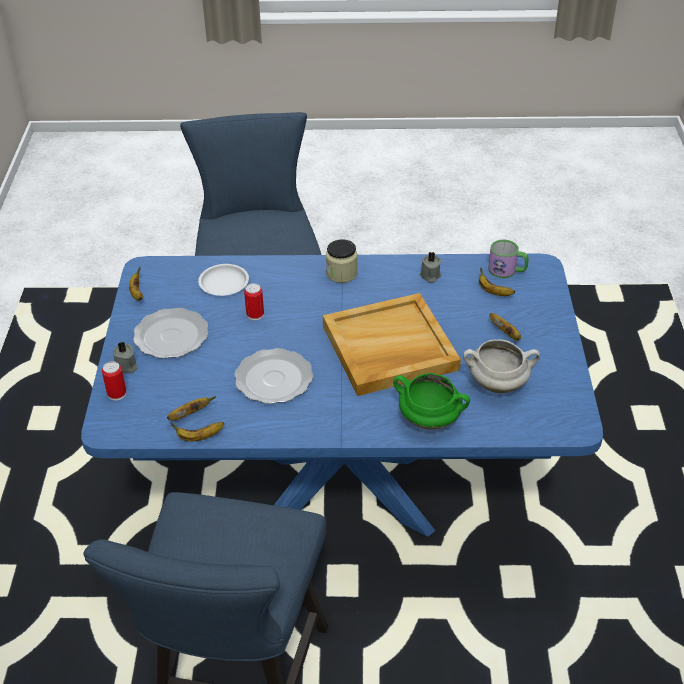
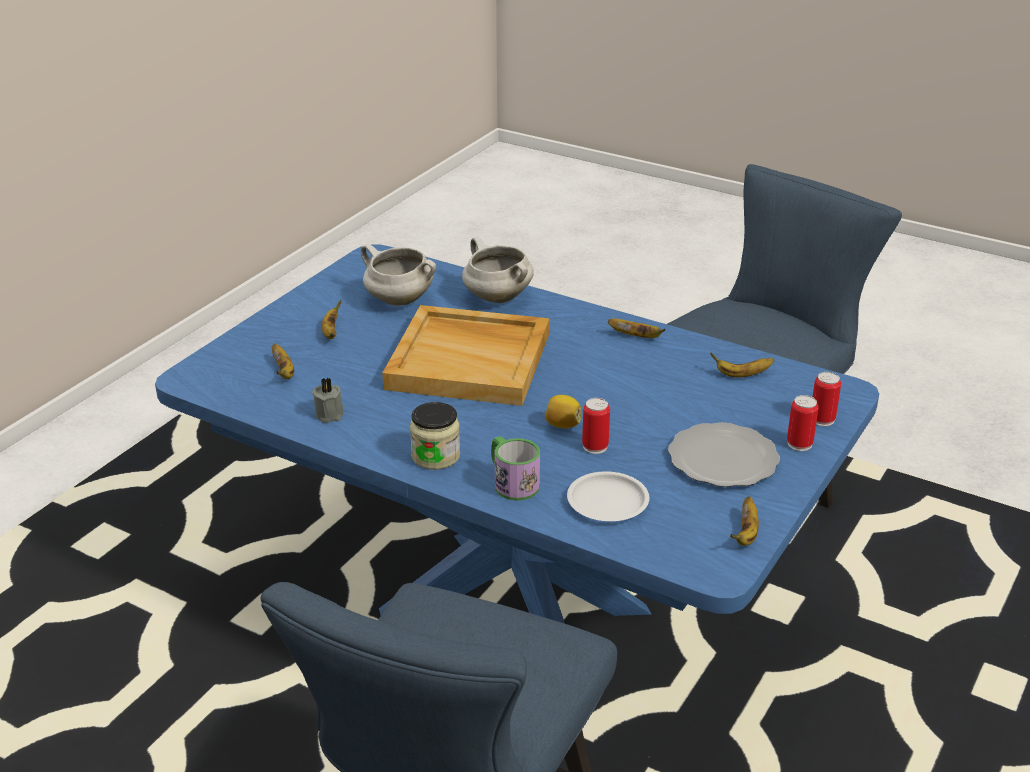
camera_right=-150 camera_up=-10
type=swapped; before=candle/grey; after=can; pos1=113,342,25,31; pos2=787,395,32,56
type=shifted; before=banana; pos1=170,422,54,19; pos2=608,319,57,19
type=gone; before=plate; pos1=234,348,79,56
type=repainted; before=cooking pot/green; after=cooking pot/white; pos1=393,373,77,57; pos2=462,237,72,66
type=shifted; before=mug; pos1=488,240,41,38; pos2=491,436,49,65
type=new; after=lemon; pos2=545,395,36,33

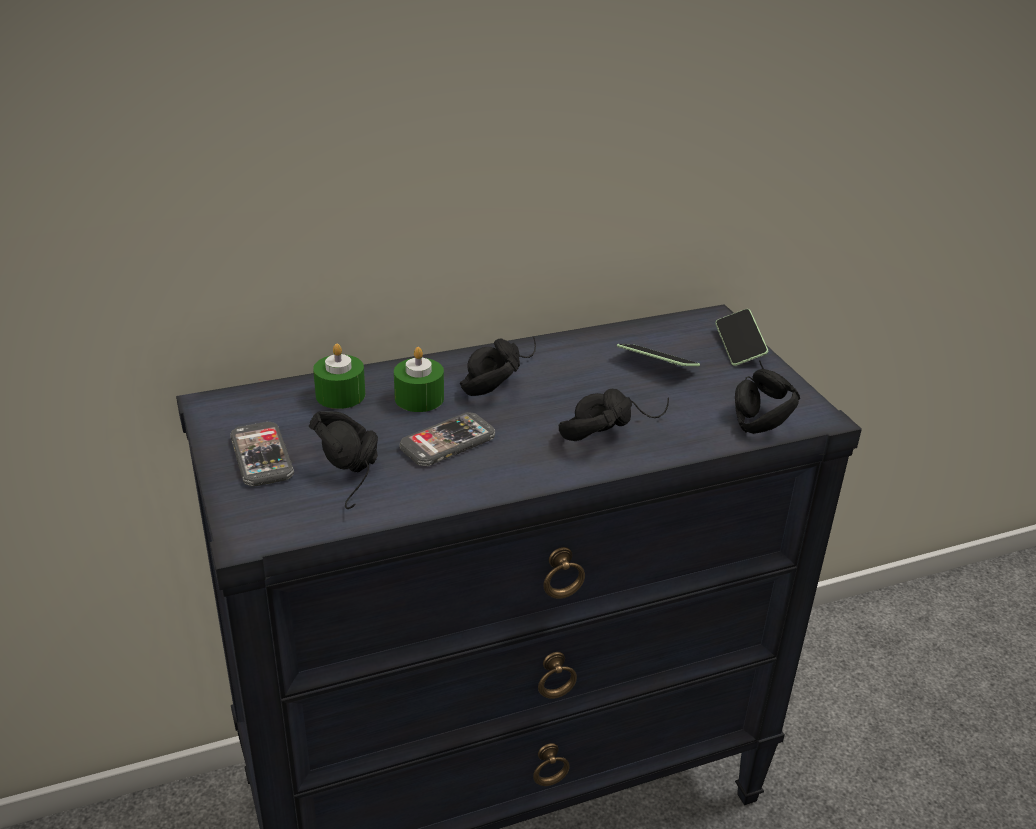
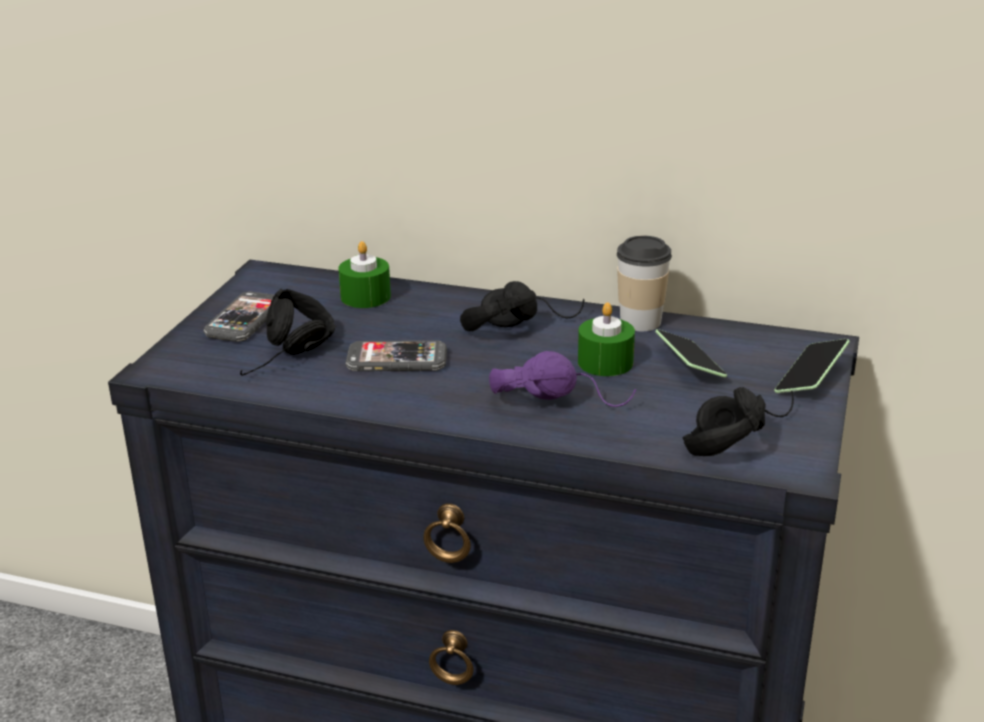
camera_right=40 camera_up=-5
type=shifted; before=candle/green; pos1=394,347,50,65; pos2=578,302,57,74
type=repainted; before=headphones/black; after=headphones/purple; pos1=559,389,110,52; pos2=489,351,147,56
type=new; after=cup; pos2=617,236,55,95

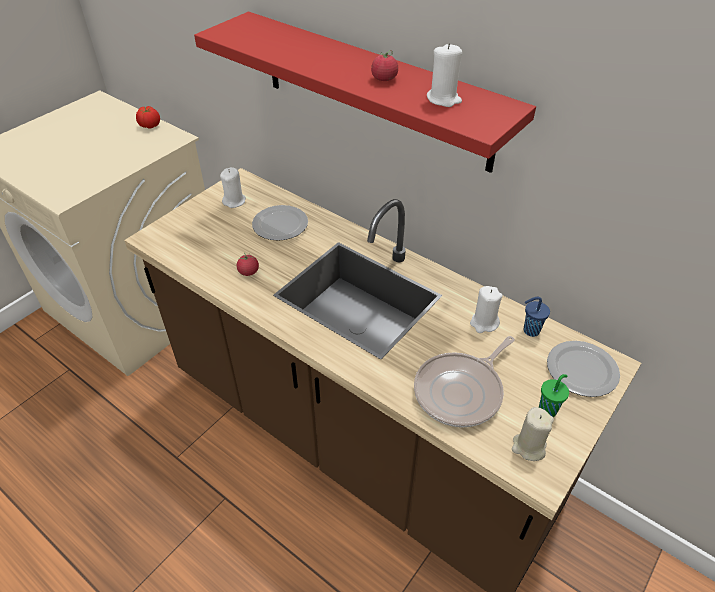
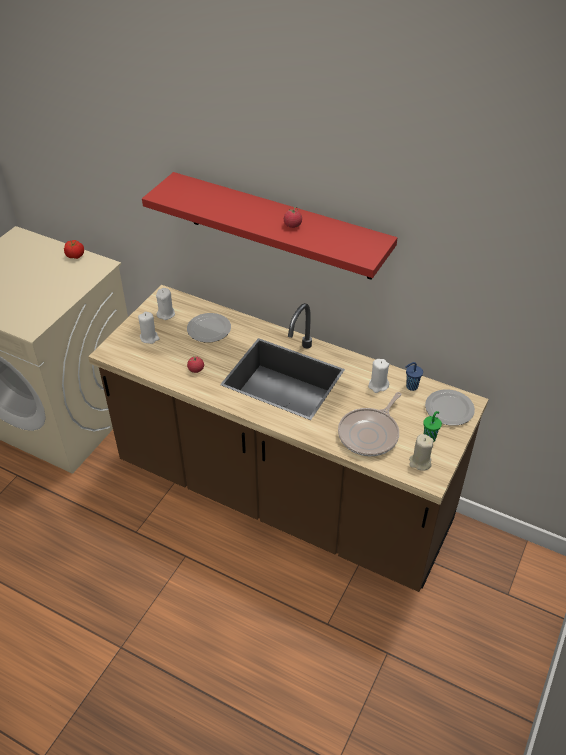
camera_right=-10 camera_up=0
type=shifted; before=candle/white; pos1=427,43,35,64; pos2=138,312,22,32

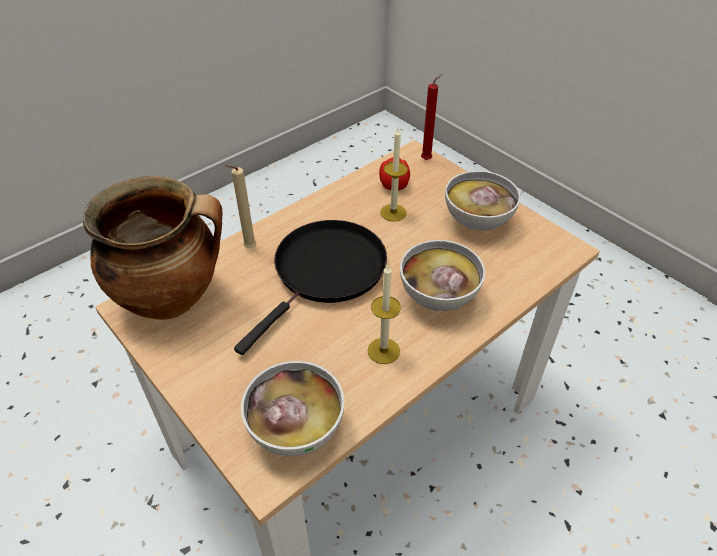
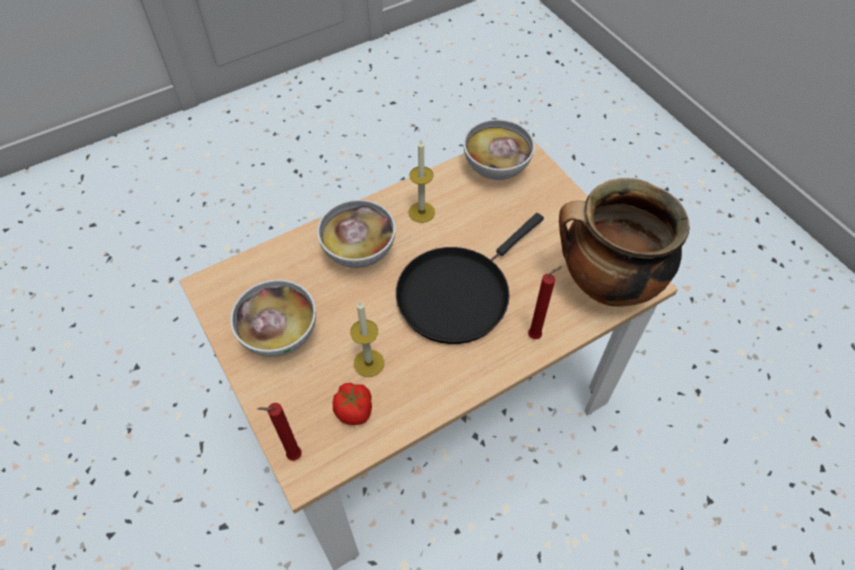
camera_right=-170 camera_up=10
type=repainted; before=candle/beige; after=candle/red; pos1=224,165,33,83; pos2=528,266,34,73

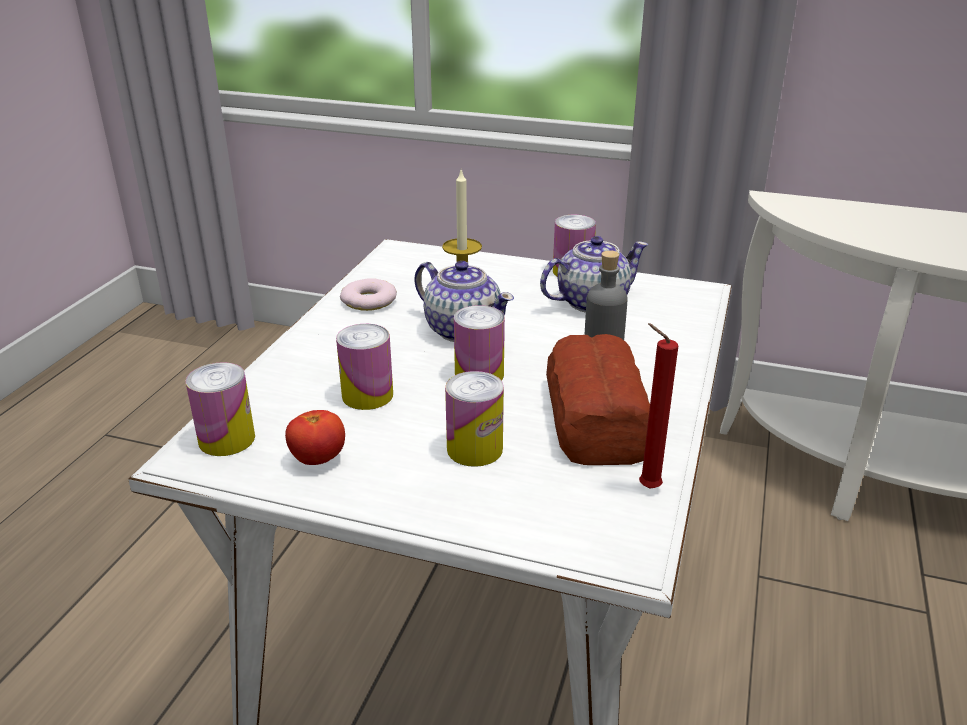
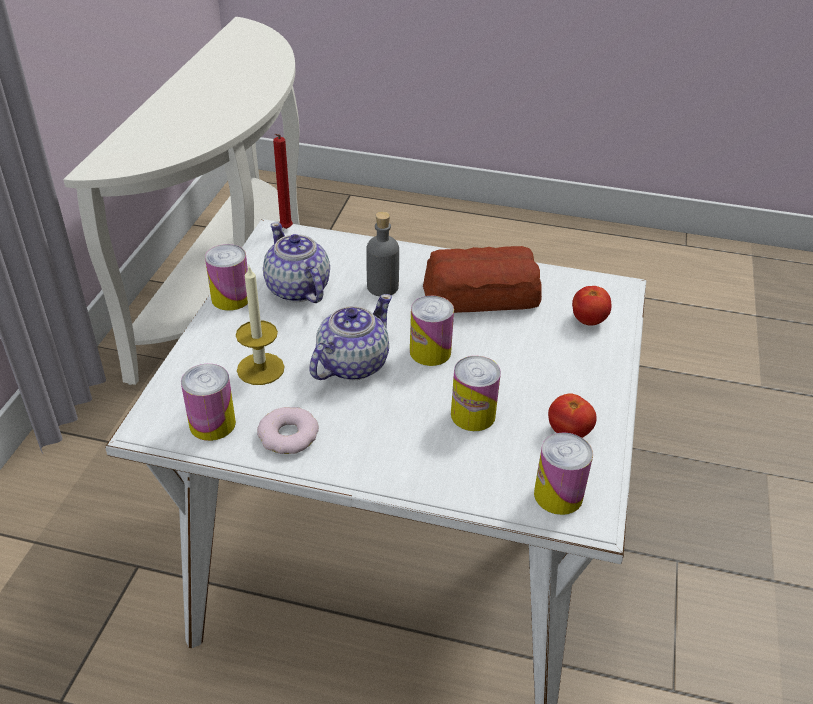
camera_right=-95 camera_up=10
type=shifted; before=can; pos1=445,371,59,96; pos2=181,364,55,77
type=shifted; before=candle/red; pos1=639,323,39,166; pos2=273,134,20,95
type=new; after=tomato; pos2=572,286,39,39

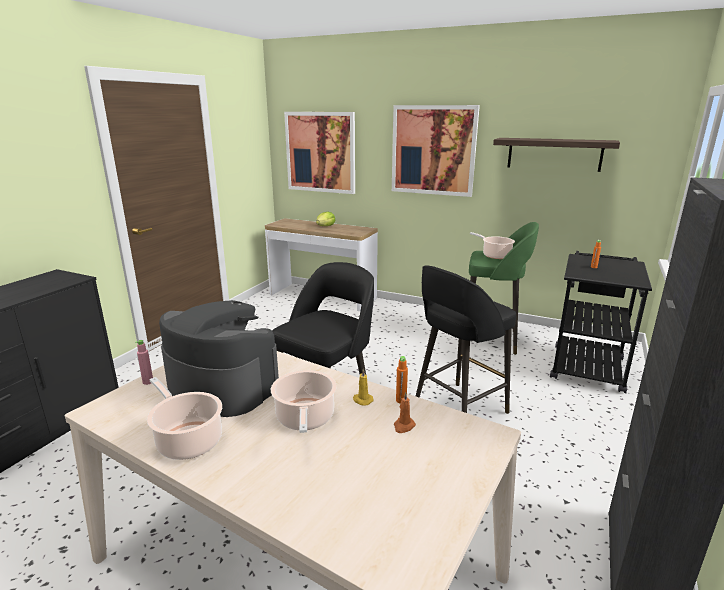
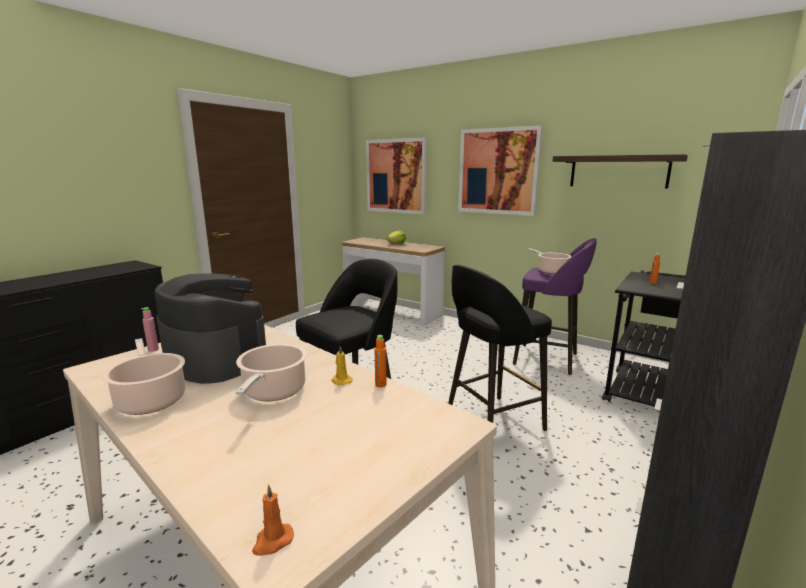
camera_right=10 camera_up=-5
type=shifted; before=candle/orange; pos1=394,392,22,41; pos2=252,484,42,72
type=repainted; before=stool/green; after=stool/purple; pos1=469,222,70,133; pos2=513,238,84,137

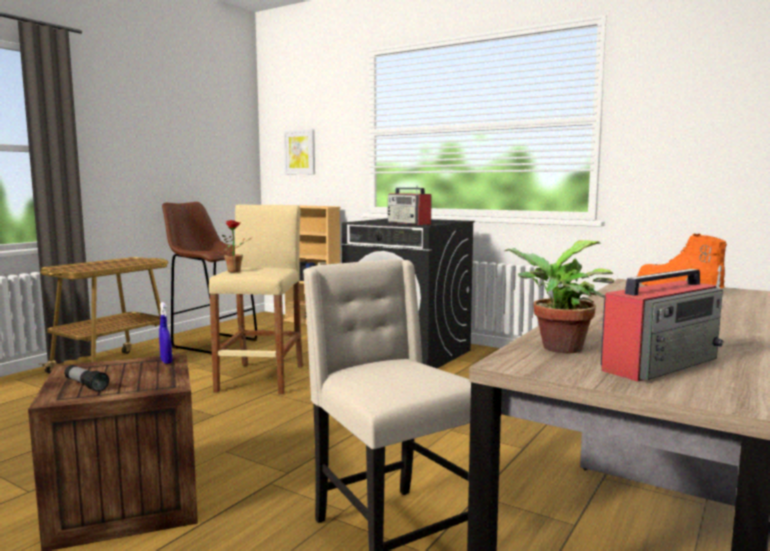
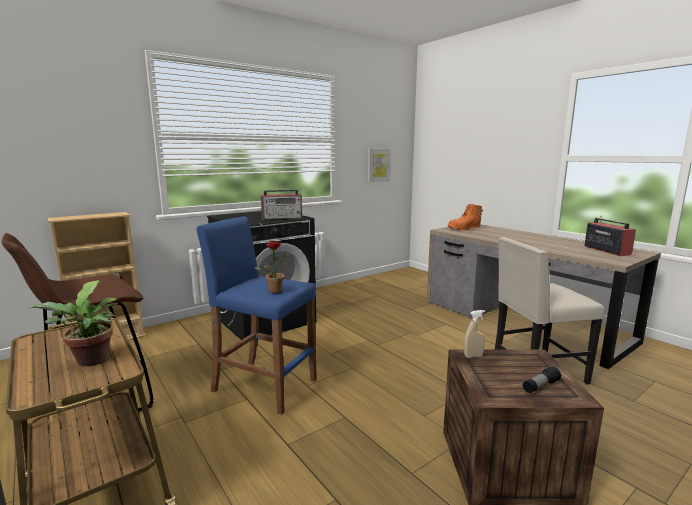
camera_right=-70 camera_up=5
type=repainted; before=spray bottle/blue; after=spray bottle/beige; pos1=159,302,13,62; pos2=464,310,21,48
type=repainted; before=stool/beige; after=stool/blue; pos1=209,204,94,191; pos2=197,216,120,199
type=shifted; before=picture; pos1=284,129,31,45; pos2=368,149,23,33
type=shifted; before=potted plant; pos1=504,240,111,113; pos2=29,280,89,86

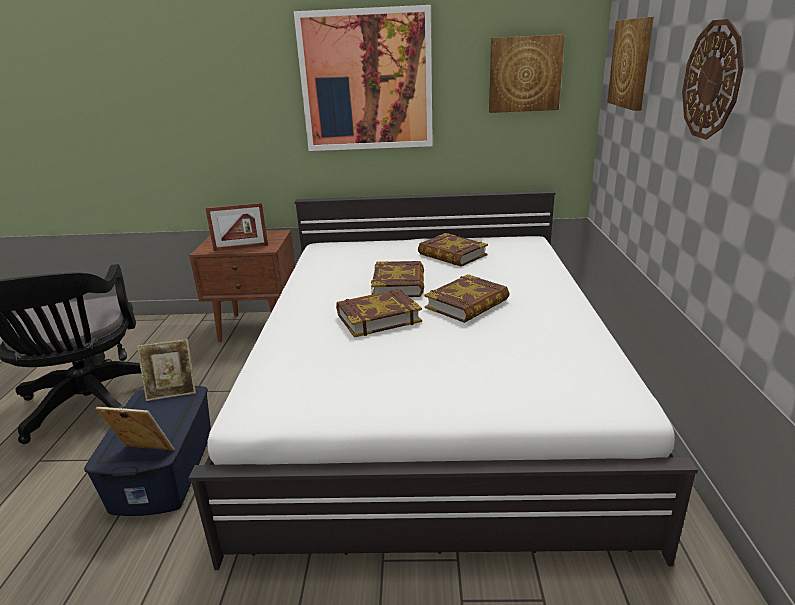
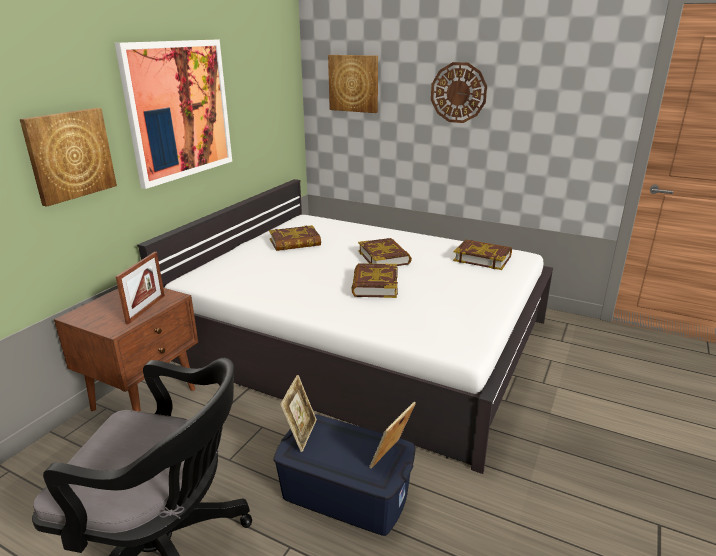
camera_right=-65 camera_up=0
type=shifted; before=book; pos1=371,261,53,36; pos2=453,240,59,30
type=shifted; before=picture; pos1=489,34,76,79; pos2=20,108,97,99

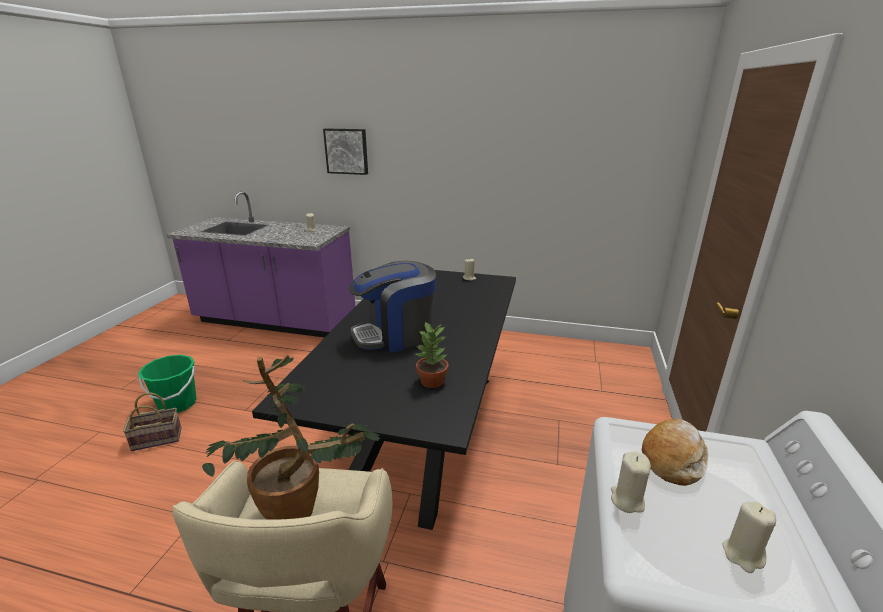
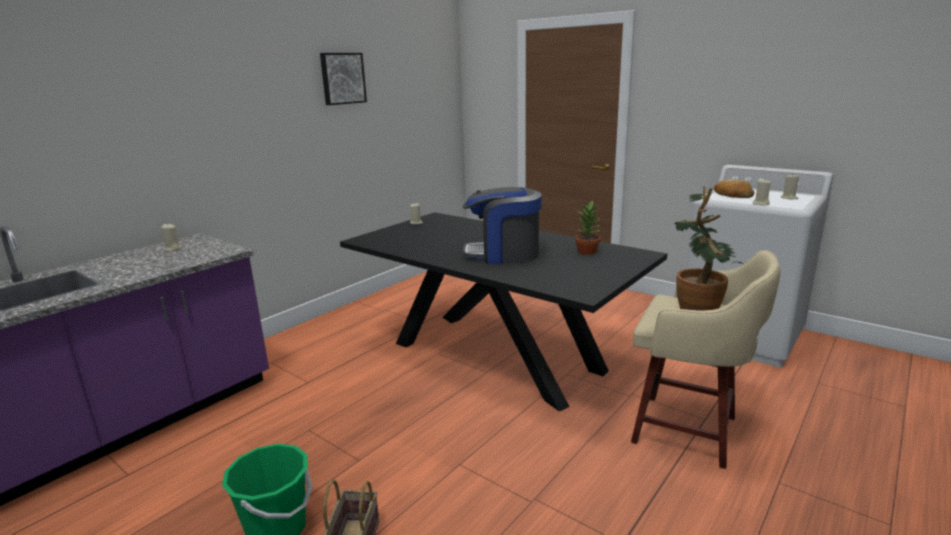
camera_right=-65 camera_up=-5
type=shifted; before=picture; pos1=323,128,45,47; pos2=320,53,47,52
type=rotated; before=coffee machine; pos1=349,261,87,92; pos2=463,187,79,77; turn=90

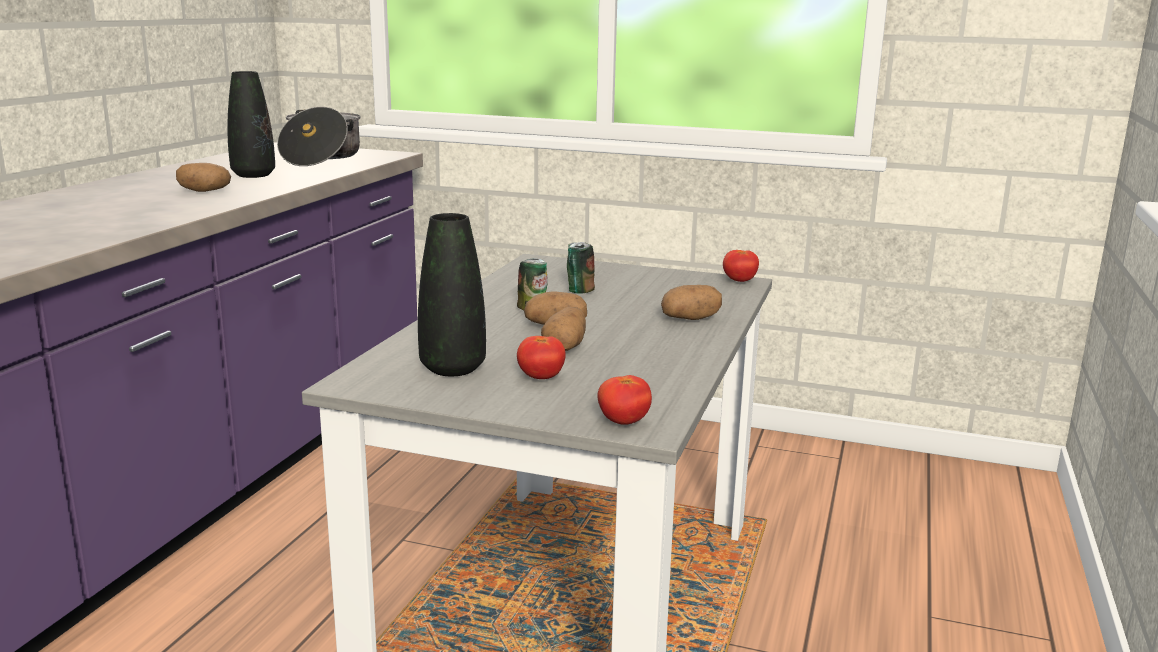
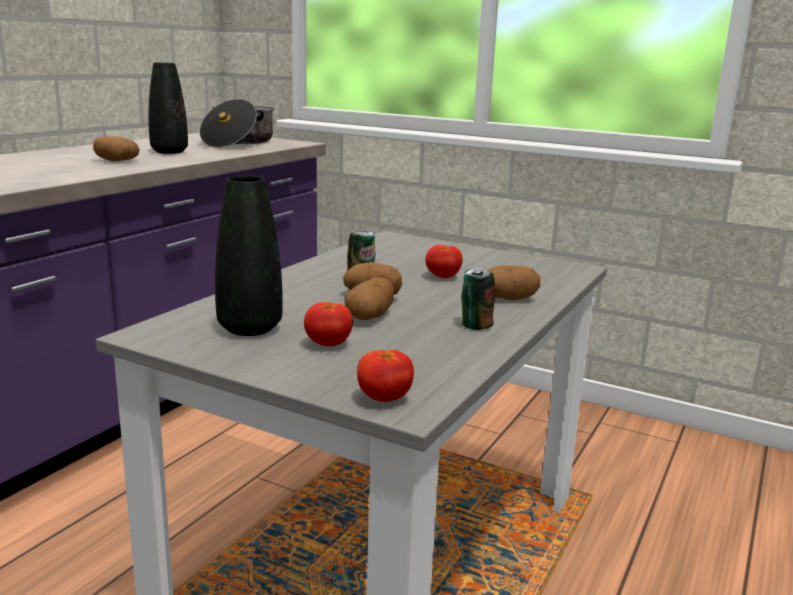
camera_right=10 camera_up=0
type=shifted; before=can; pos1=567,242,28,52; pos2=461,268,34,62
type=shifted; before=tomato; pos1=723,250,36,32; pos2=426,245,37,33

